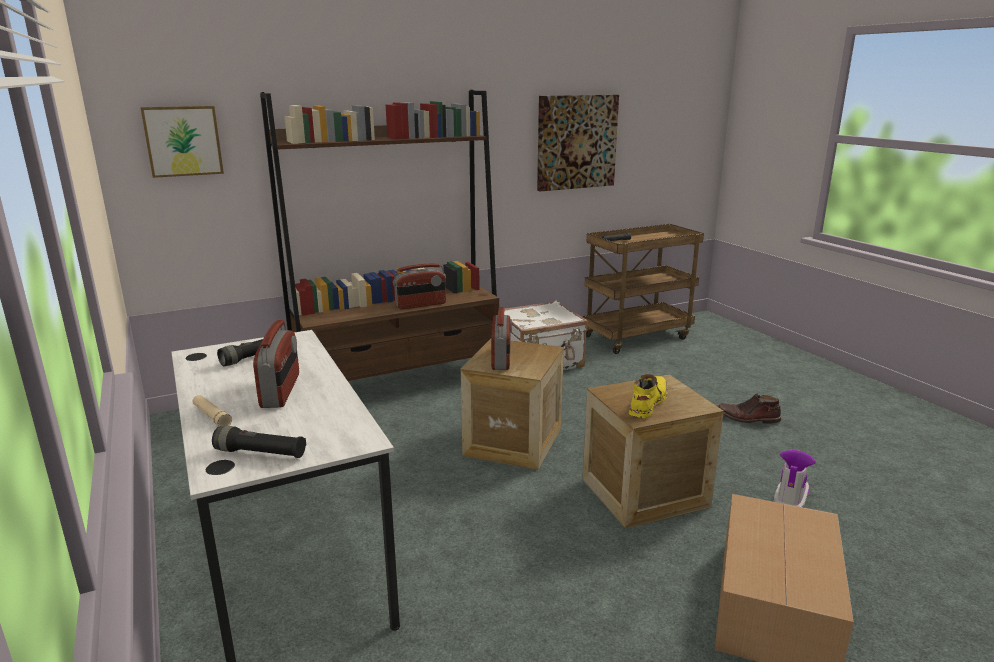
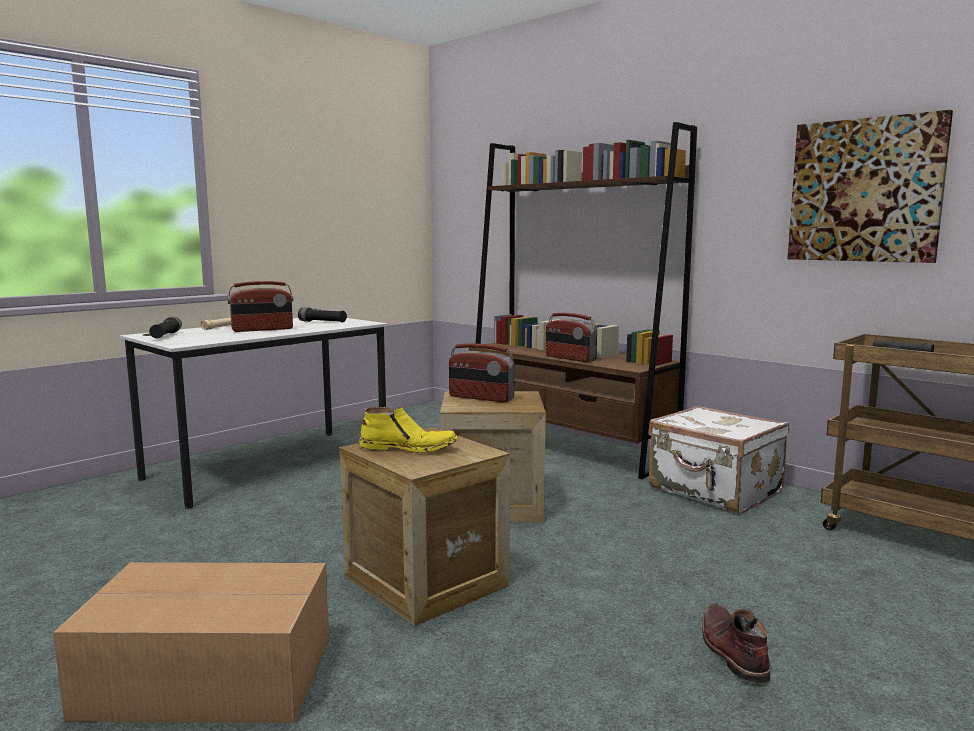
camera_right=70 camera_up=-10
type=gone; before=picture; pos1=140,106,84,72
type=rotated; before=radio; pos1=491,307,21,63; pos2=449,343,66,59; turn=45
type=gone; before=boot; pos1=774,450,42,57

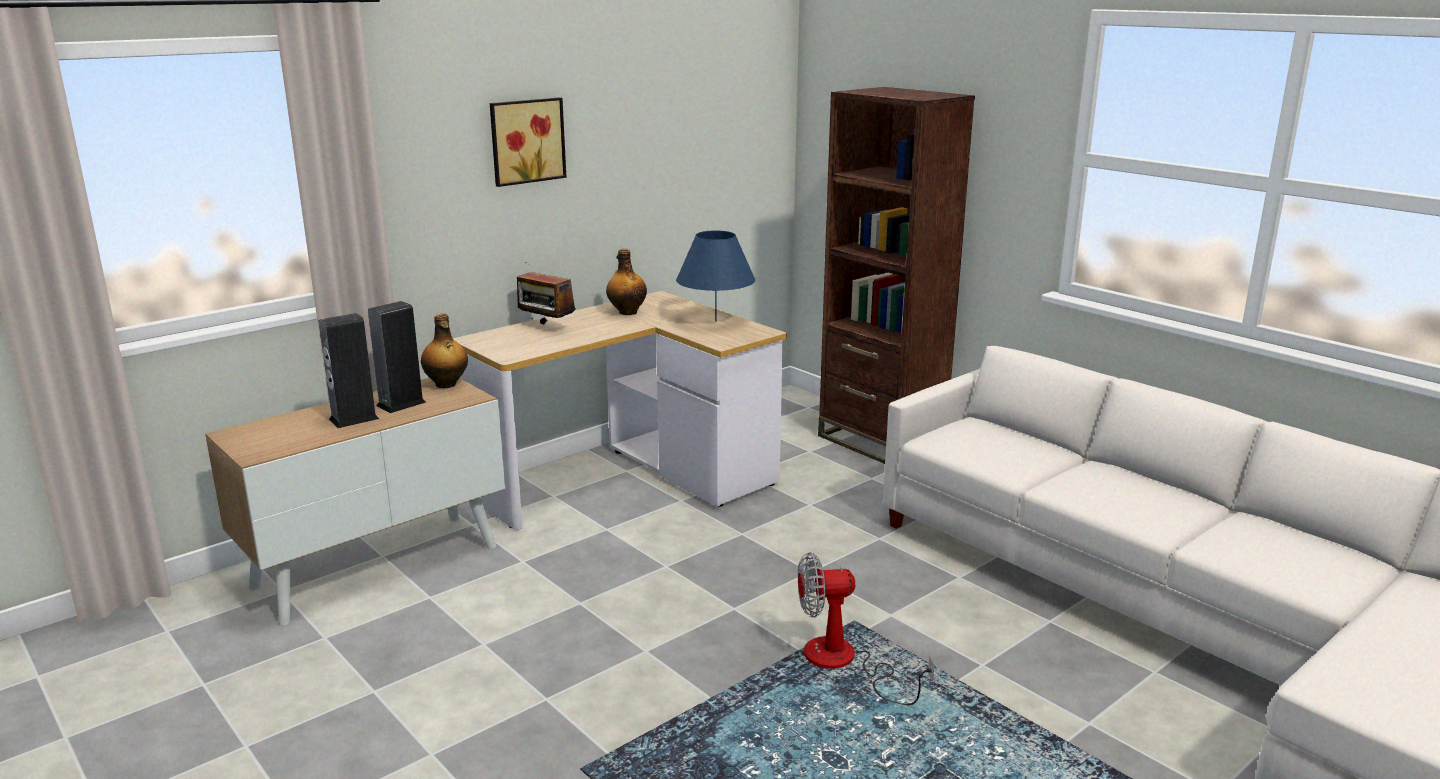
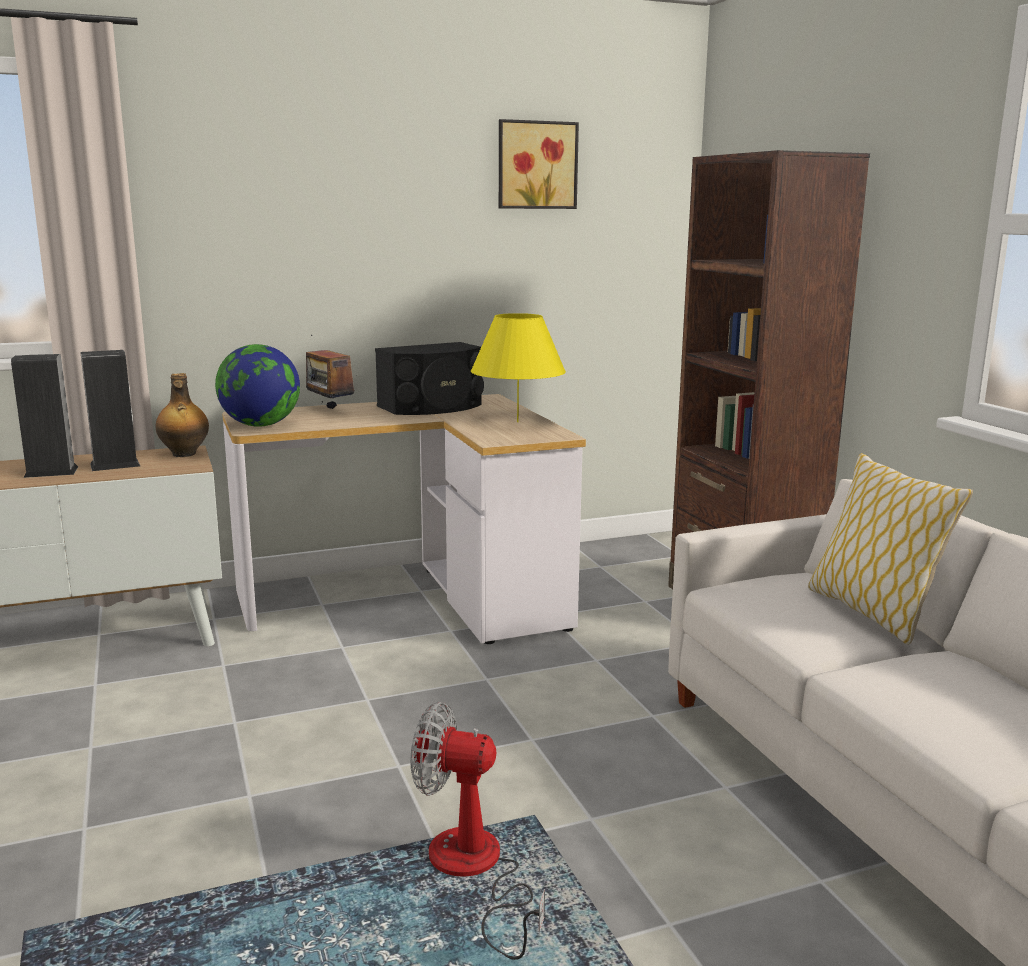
camera_right=20 camera_up=-5
type=shifted; before=picture; pos1=490,97,76,90; pos2=499,119,80,90
type=swapped; before=bottle; after=speaker/black; pos1=606,249,41,66; pos2=375,342,109,73
type=repainted; before=table lamp/blue; after=table lamp/yellow; pos1=676,230,79,91; pos2=471,313,95,109
type=new; after=globe; pos2=215,344,85,83
type=new; after=pillow; pos2=808,453,165,192

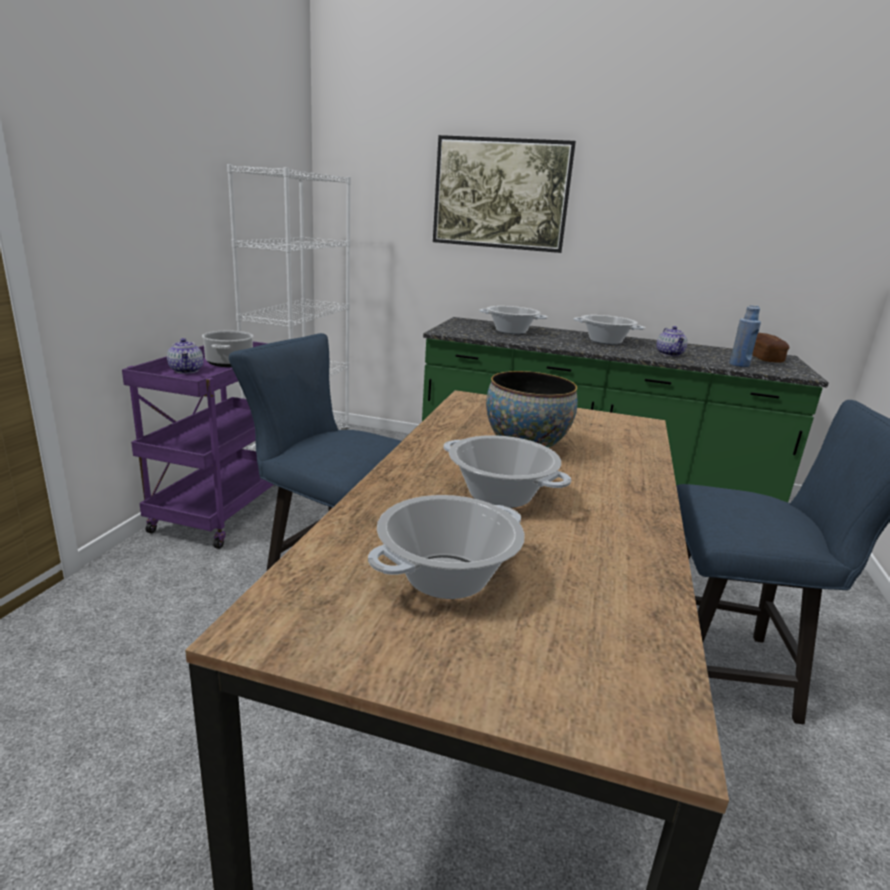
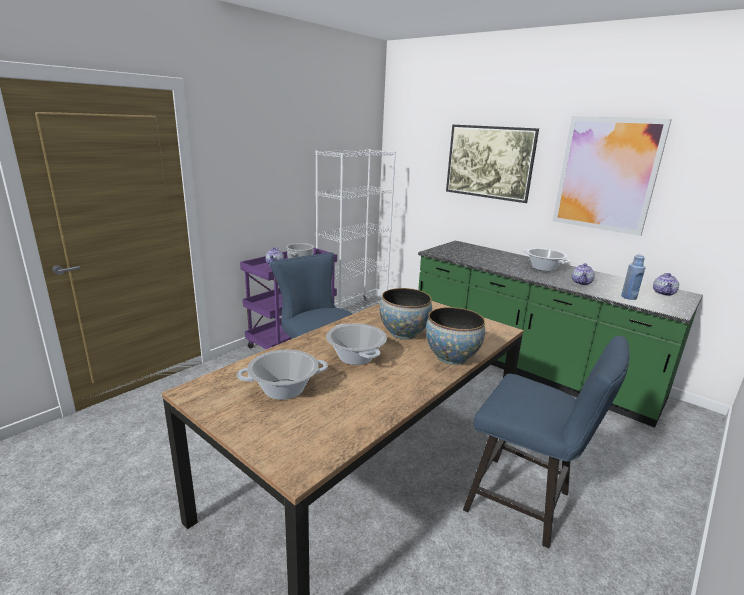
camera_right=25 camera_up=0
type=gone; before=cooking pot; pos1=479,306,69,28
type=swapped; before=bread; after=teapot; pos1=752,333,37,29; pos2=653,273,26,23
type=new; after=bowl; pos2=426,307,59,58
type=new; after=picture; pos2=552,116,120,120

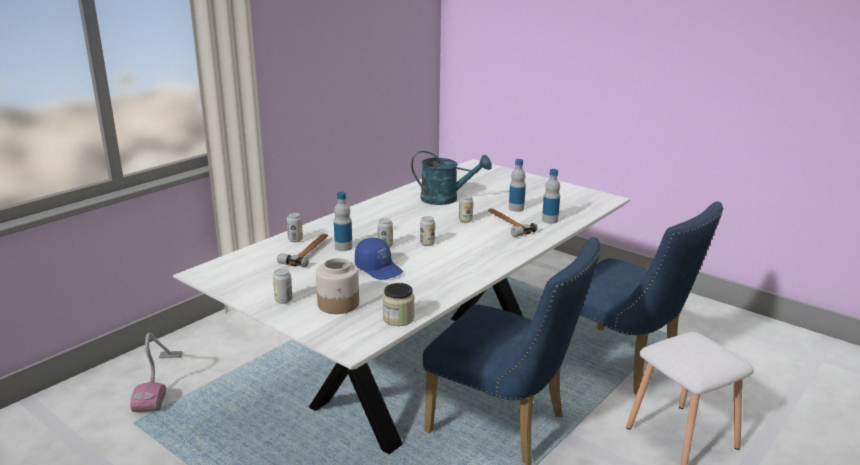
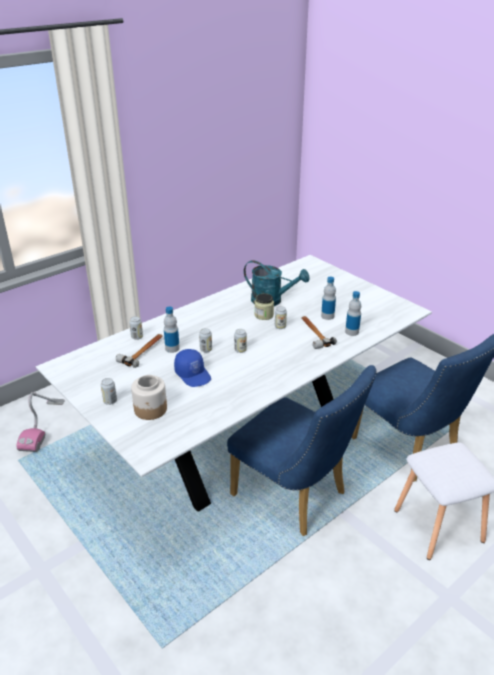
camera_right=10 camera_up=10
type=shifted; before=jar; pos1=382,283,32,43; pos2=255,293,19,27

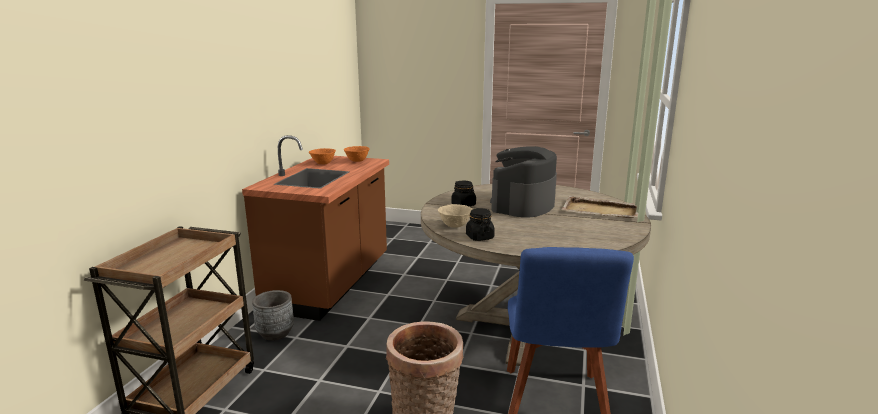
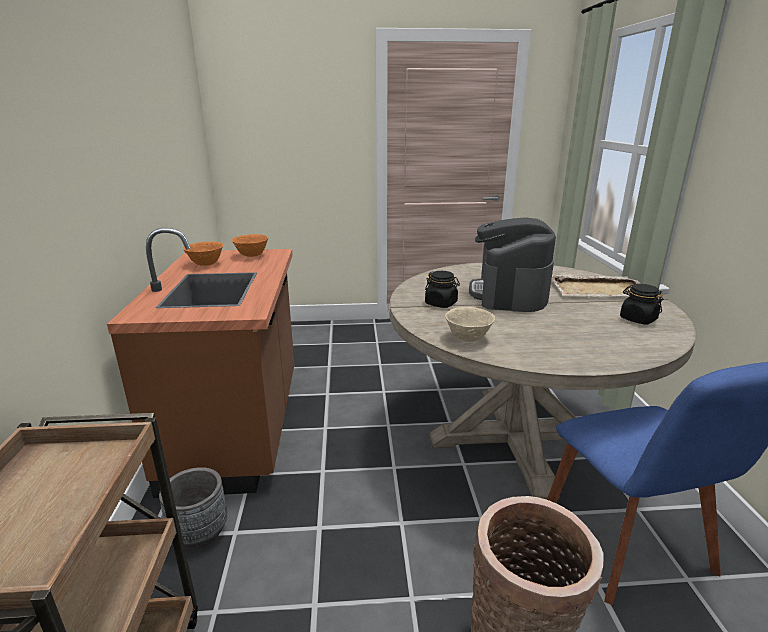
camera_right=-20 camera_up=5
type=shifted; before=jar/black; pos1=466,208,29,33; pos2=620,284,44,40

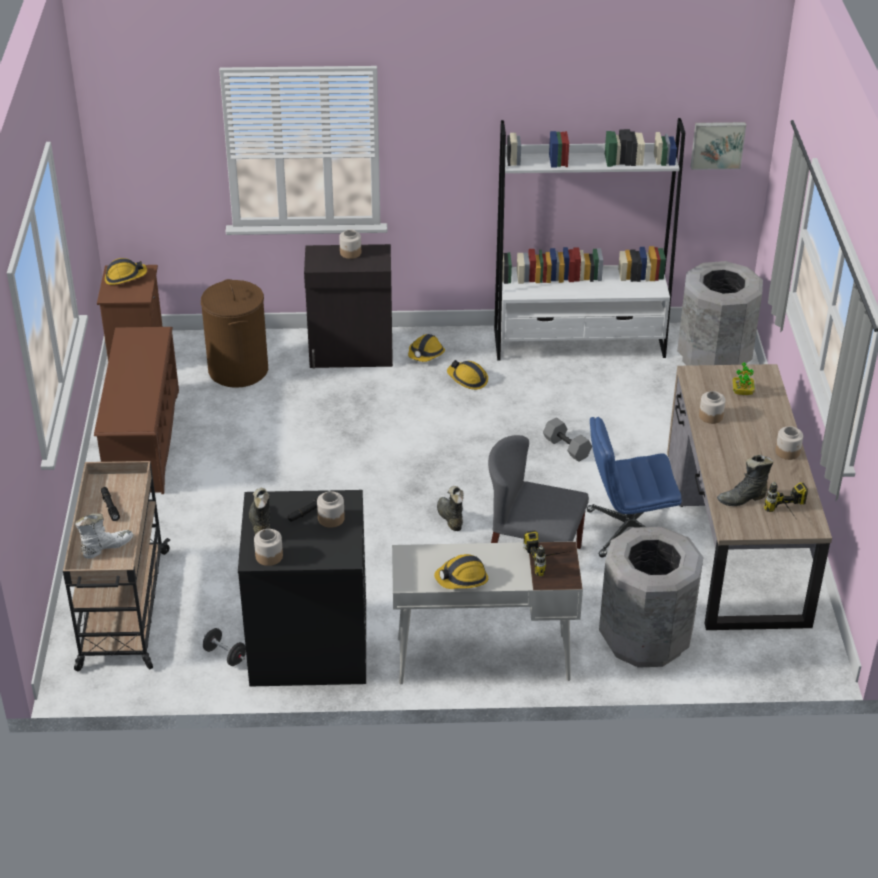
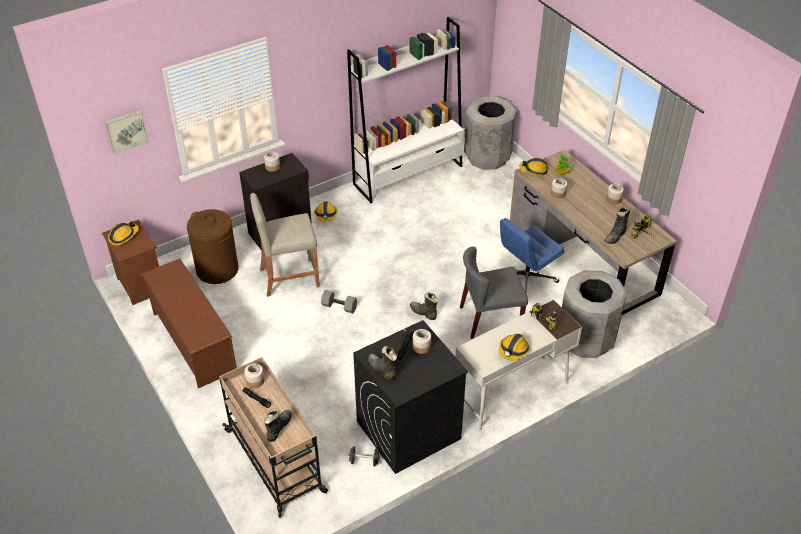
camera_right=-30 camera_up=5
type=repainted; before=boot/white; after=boot/black; pos1=75,513,58,46; pos2=264,408,28,34
type=shifted; before=jar; pos1=254,529,29,37; pos2=244,363,20,25
type=shifted; before=hard hat; pos1=447,360,41,30; pos2=519,157,30,19
type=shifted; before=dumbbell/grey; pos1=543,417,49,45; pos2=321,290,36,24
type=shifted; before=picture; pos1=690,122,56,48; pos2=105,110,44,44
type=new; after=stool/beige; pos2=250,193,70,104

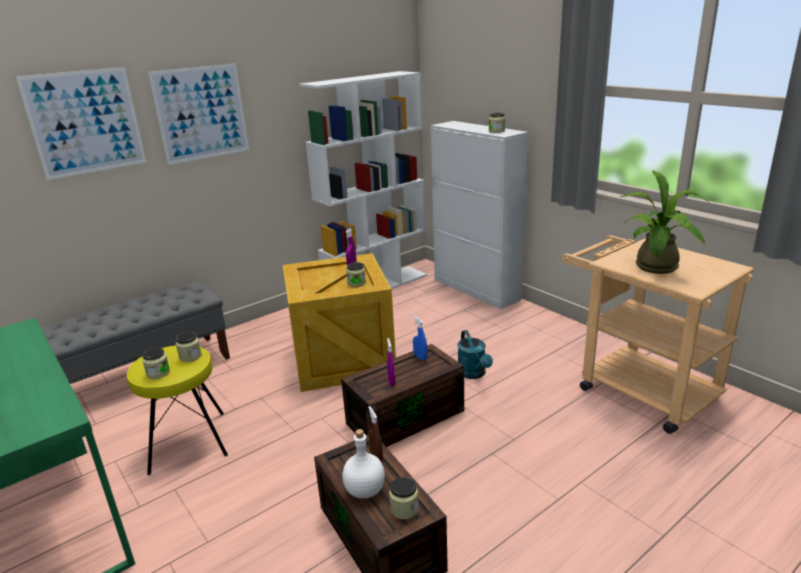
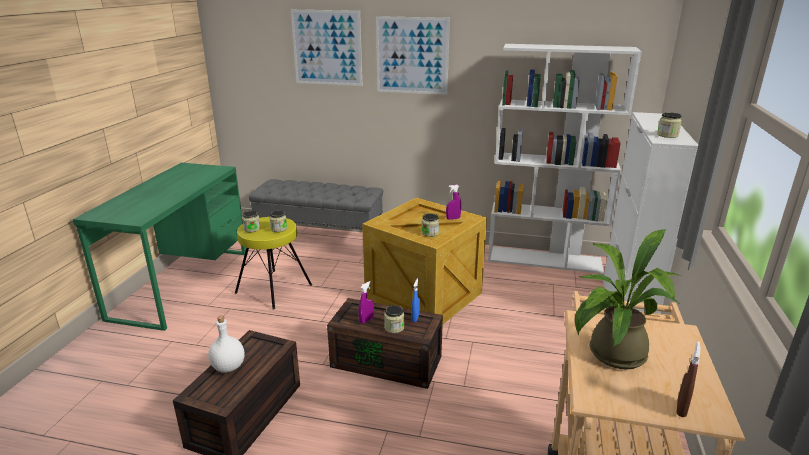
camera_right=50 camera_up=0
type=shifted; before=spray bottle/brown; pos1=368,406,15,56; pos2=676,341,25,76
type=shifted; before=jar; pos1=389,477,30,42; pos2=384,305,20,28
type=gone; before=watering can/turquoise; pos1=458,330,35,49

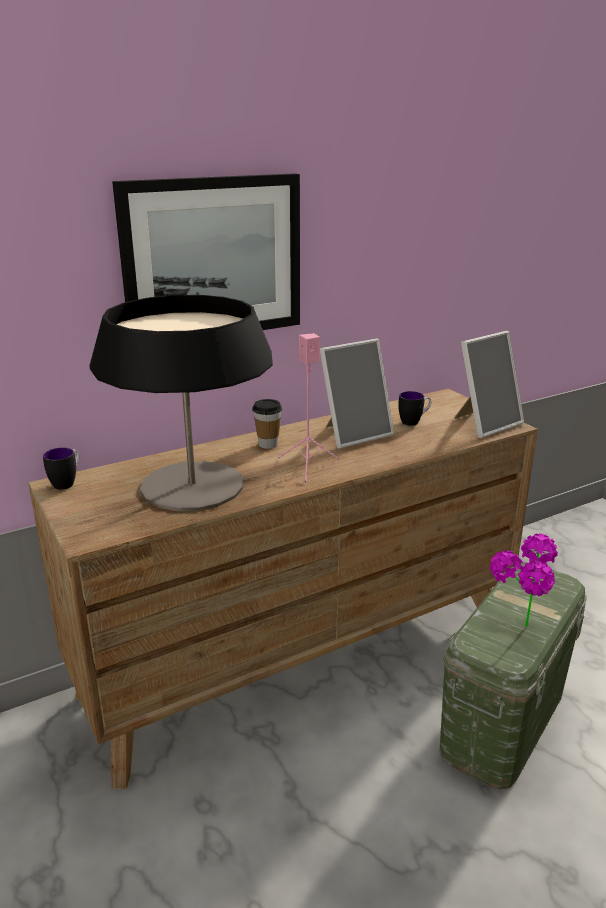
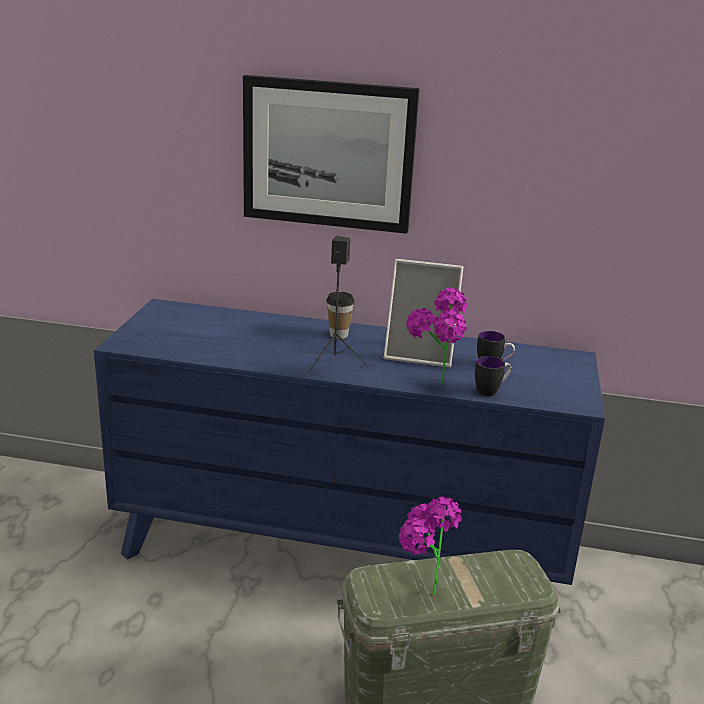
camera_right=40 camera_up=0
type=repainted; before=dresser/brown; after=dresser/blue; pos1=28,389,510,400; pos2=94,299,511,330
type=shifted; before=mug; pos1=43,448,36,42; pos2=475,356,37,40
type=gone; before=table lamp; pos1=89,295,184,216
type=repainted; before=speaker/pink; after=speaker/black; pos1=278,333,62,151; pos2=308,236,61,136
type=gone; before=picture frame; pos1=454,331,70,107
type=new; after=potted plant; pos2=406,288,62,95

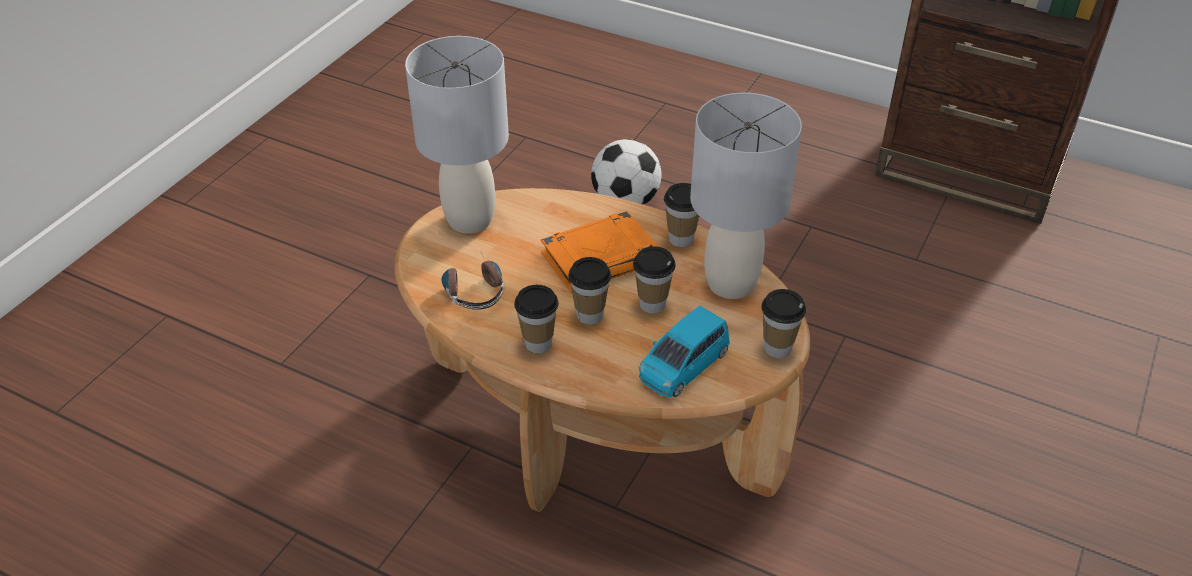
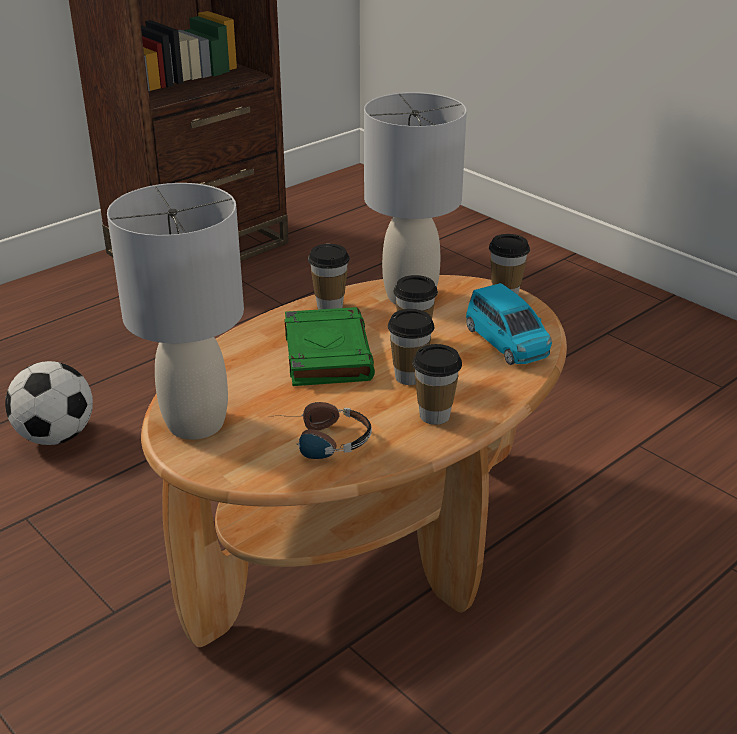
camera_right=-70 camera_up=-10
type=repainted; before=book/orange; after=book/green; pos1=541,211,117,82; pos2=284,307,91,79

